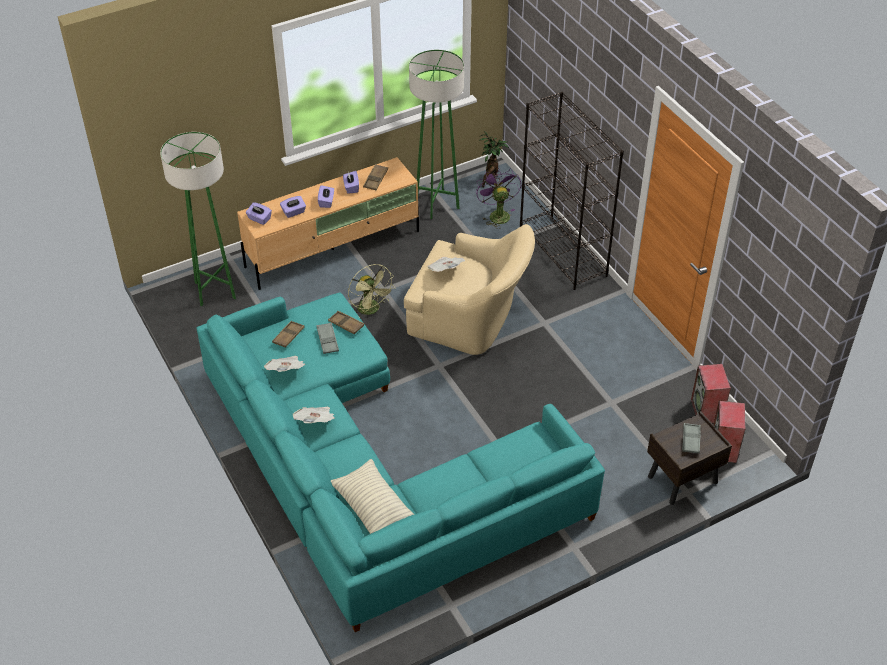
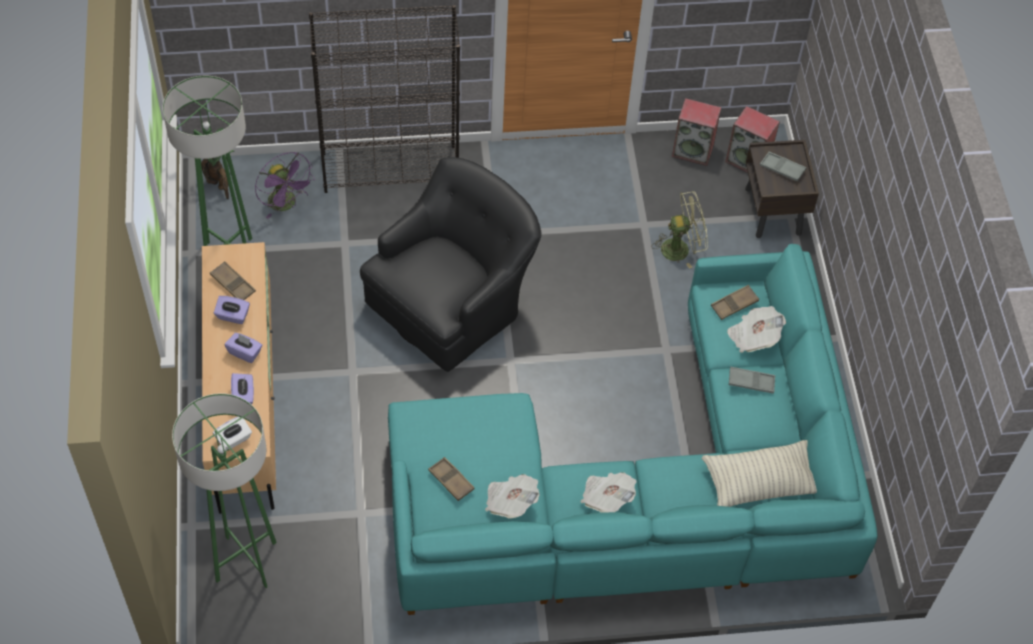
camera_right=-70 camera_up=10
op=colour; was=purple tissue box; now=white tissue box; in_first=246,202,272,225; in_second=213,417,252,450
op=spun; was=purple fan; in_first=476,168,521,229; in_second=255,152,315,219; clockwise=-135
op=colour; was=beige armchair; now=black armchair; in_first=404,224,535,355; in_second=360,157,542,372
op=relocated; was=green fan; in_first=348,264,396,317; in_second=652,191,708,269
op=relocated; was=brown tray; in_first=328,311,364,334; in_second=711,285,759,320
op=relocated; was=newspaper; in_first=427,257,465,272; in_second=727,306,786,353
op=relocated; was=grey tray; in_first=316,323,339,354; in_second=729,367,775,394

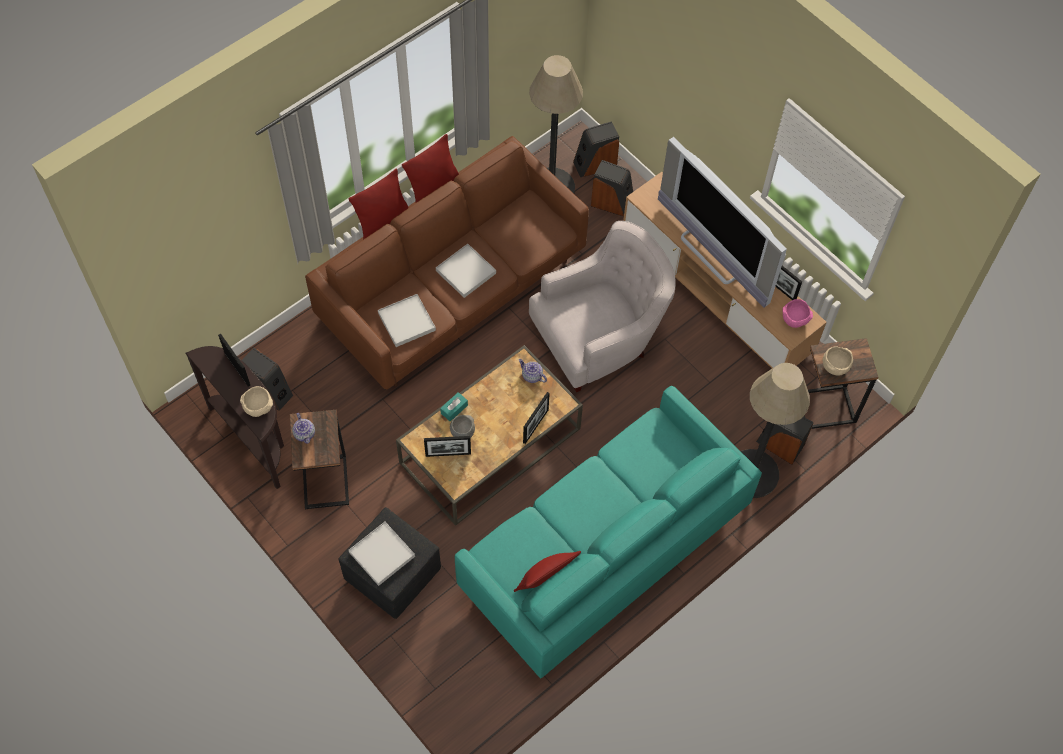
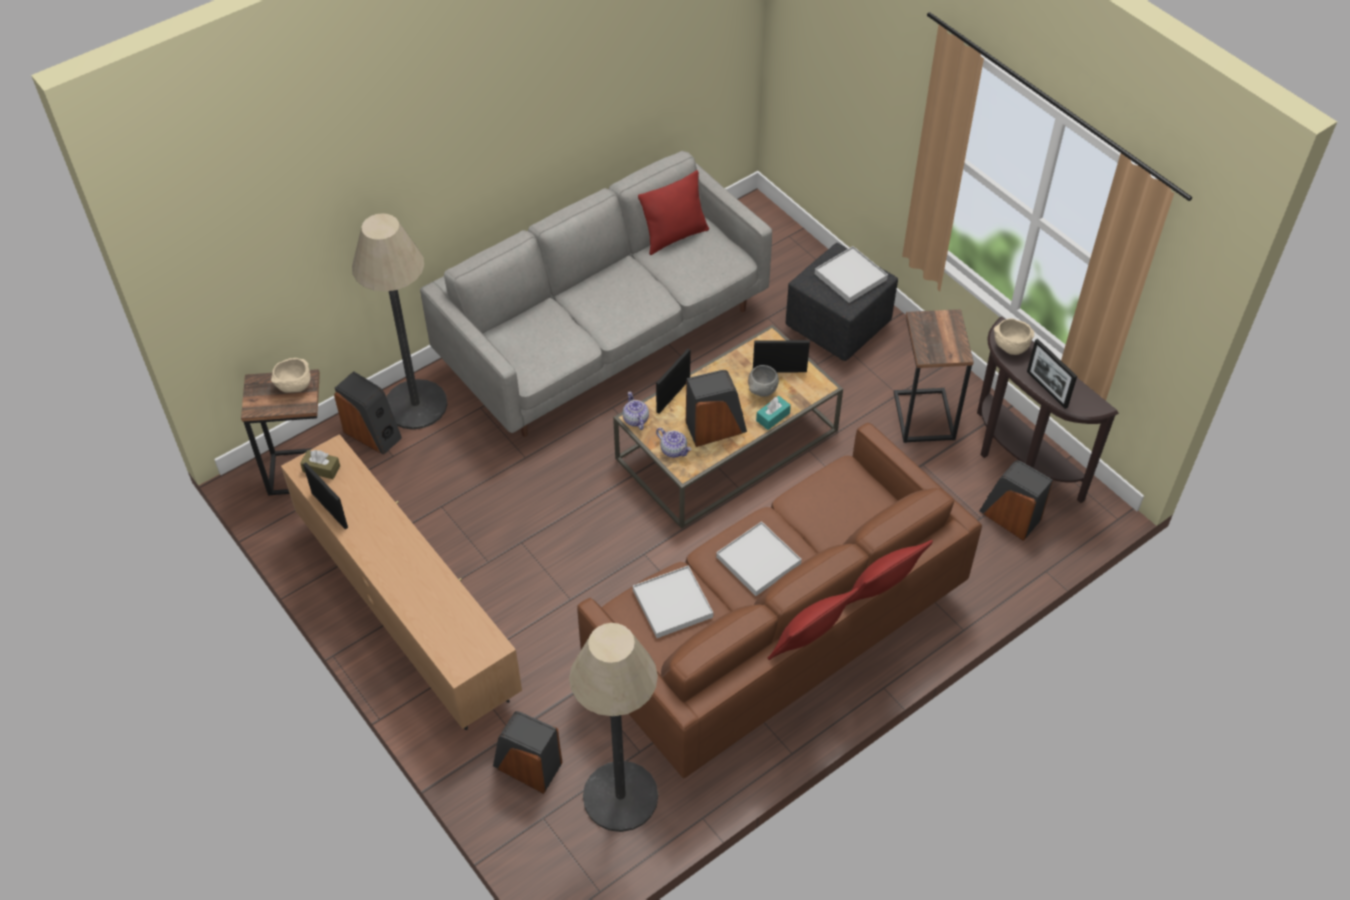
camera_right=-175 camera_up=-10
op=exchanged; was=pink bowl; now=brown tissue box; in_first=783,299,813,328; in_second=300,450,340,479
op=colour; was=turquoise sofa; now=grey sofa; in_first=455,386,762,678; in_second=420,151,772,437
op=relocated; was=teapot; in_first=292,413,315,444; in_second=623,392,649,430
op=relocated; was=white tray; in_first=378,294,436,347; in_second=633,565,713,638
op=relocated; was=speaker; in_first=573,121,619,177; in_second=686,370,747,447
op=missing; was=white armchair; in_first=529,221,675,392
op=missing; was=television; in_first=658,137,787,307

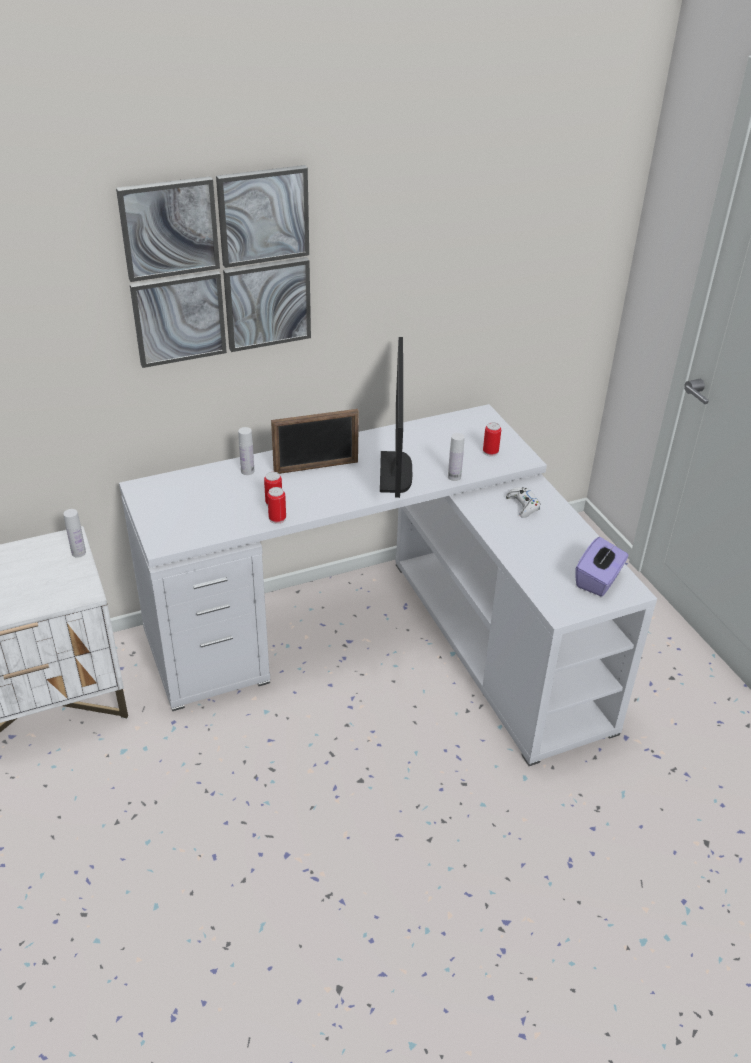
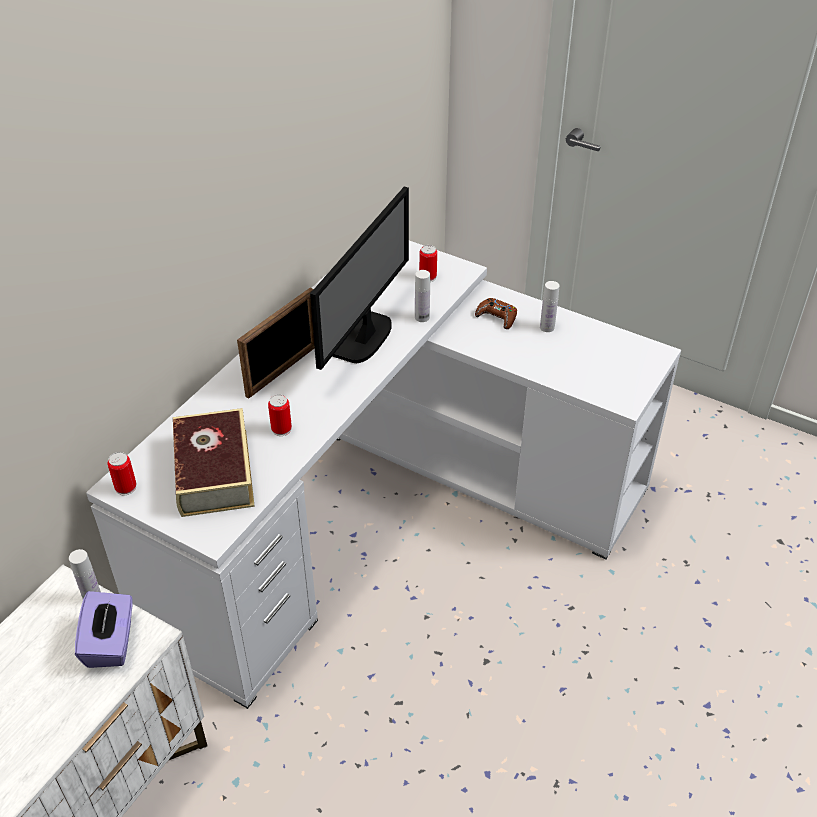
camera_right=-35 camera_up=5
op=relocated; was=purple tissue box; in_first=575,537,629,597; in_second=75,591,132,668
op=relocated; was=can; in_first=267,487,286,524; in_second=108,452,136,495
op=appeared; now=book; in_second=173,408,255,517
op=spun; was=monitor; in_first=380,337,412,498; in_second=310,187,409,370; clockwise=60
op=colour; was=white game controller; now=brown game controller; in_first=506,487,540,518; in_second=475,298,517,329
op=relocated; was=white bottle; in_first=238,427,254,475; in_second=540,281,559,332
op=missing; was=picture; in_first=116,165,311,368

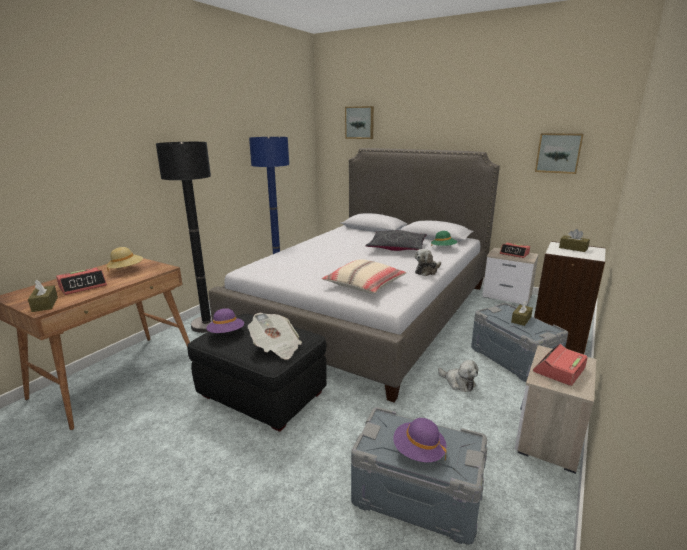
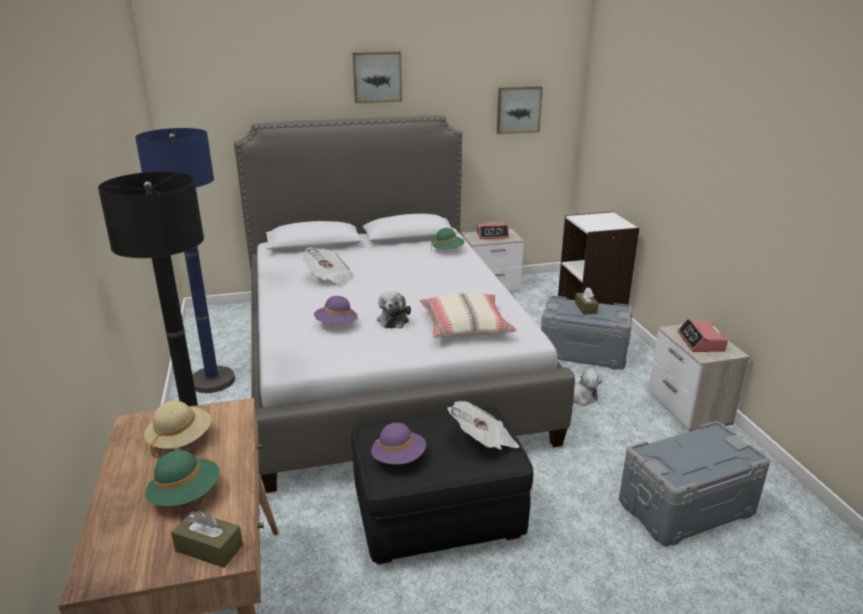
camera_right=-45 camera_up=5
op=exchanged; was=alarm clock; now=green hat; in_first=56,267,107,295; in_second=145,450,219,506
op=appeared; now=newspaper; in_second=303,248,353,286
op=relocated; was=purple hat; in_first=393,418,447,462; in_second=314,296,358,324
op=relocated; was=picture; in_first=345,106,374,139; in_second=353,52,402,103
op=relocated; was=plush toy; in_first=415,249,441,276; in_second=377,291,411,328
op=missing; was=grey pillow; in_first=366,230,427,251
op=missing; was=brown tissue box; in_first=559,229,590,252

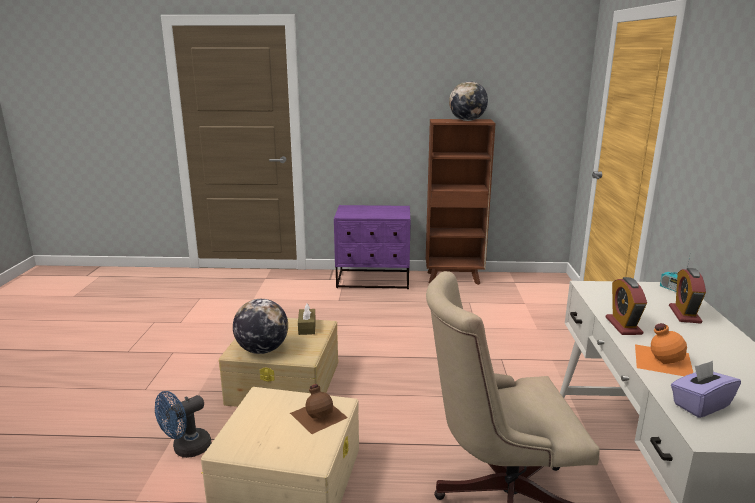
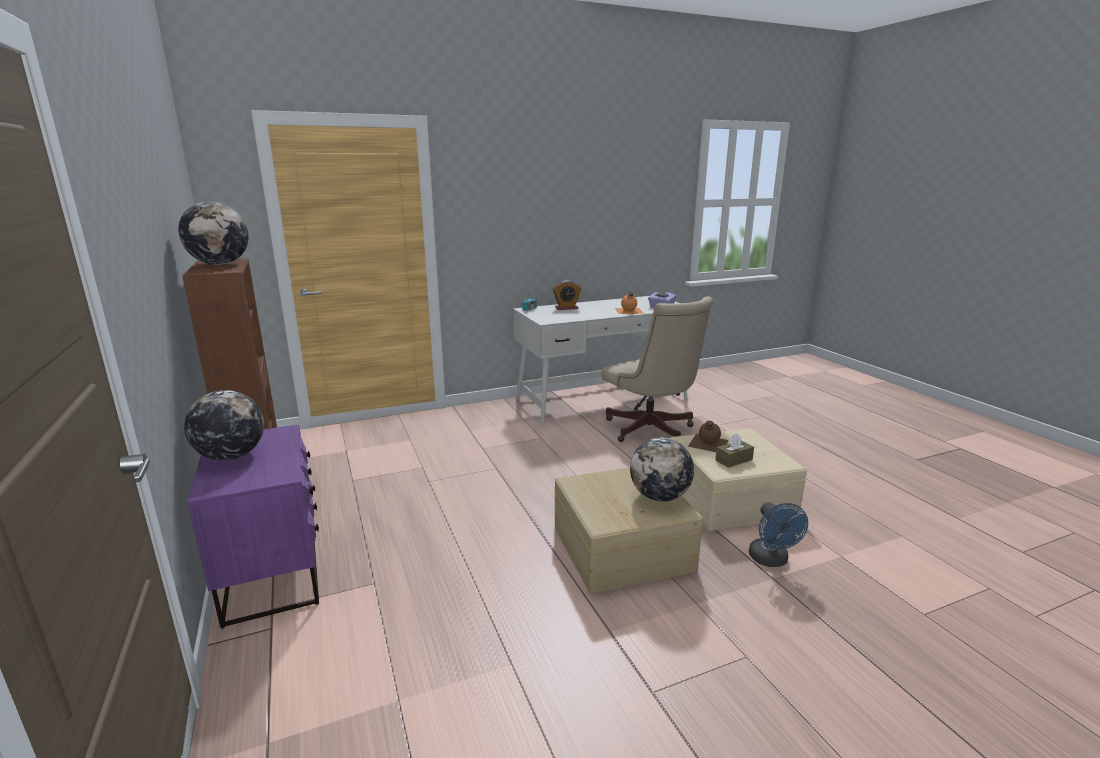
camera_right=-115 camera_up=0
op=appeared; now=globe; in_second=184,390,264,461
op=relocated; was=brown tissue box; in_first=298,303,316,335; in_second=715,433,754,468
op=spun; was=blue fan; in_first=155,391,211,458; in_second=749,502,808,567; clockwise=60
op=missing; was=alarm clock; in_first=606,277,647,335

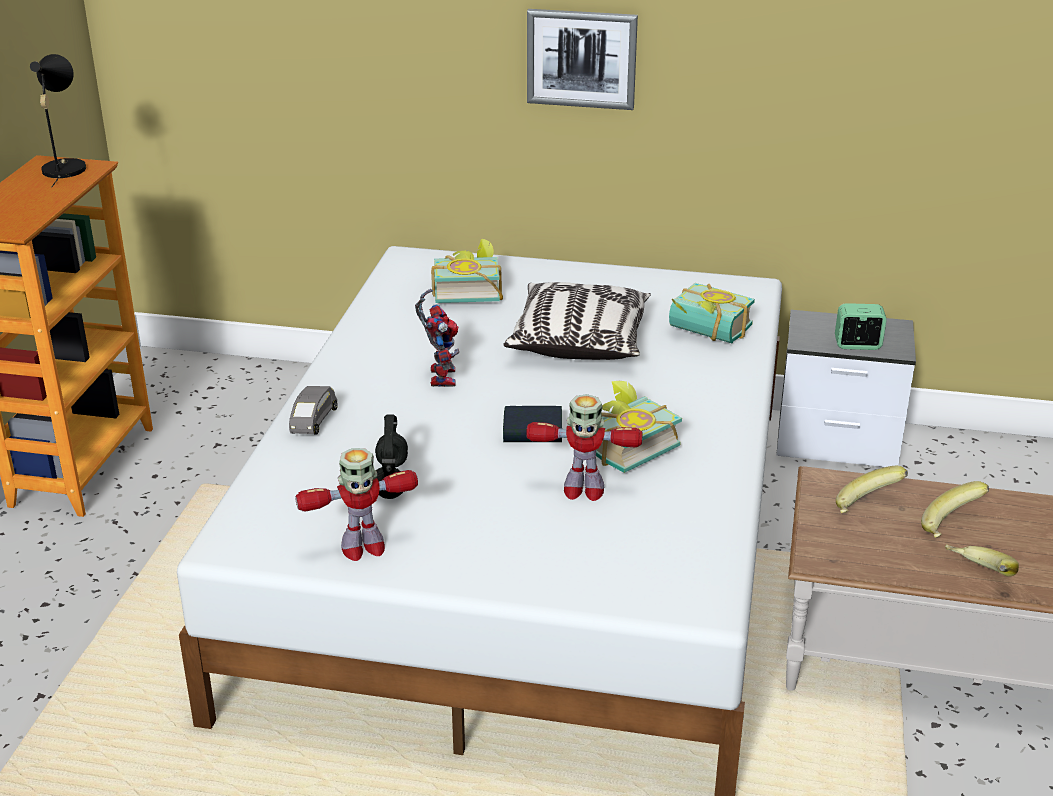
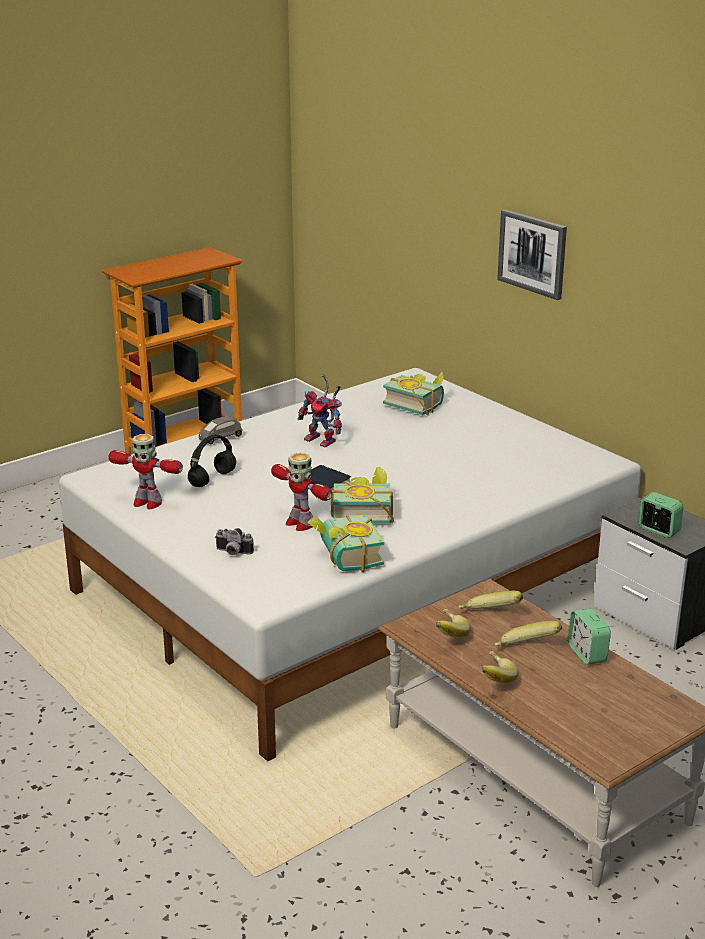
camera_right=40 camera_up=-5
op=appeared; now=photo camera; in_second=215,528,254,555
op=spun; was=toy robot; in_first=415,289,459,387; in_second=298,374,342,447; clockwise=90
op=relocated; was=book; in_first=669,283,755,343; in_second=307,514,384,572
op=appeared; now=banana; in_second=435,609,471,638
op=appeared; now=alarm clock; in_second=568,608,611,665
op=missing; was=black table lamp; in_first=30,54,86,187
op=missing; was=pillow; in_first=503,282,651,360

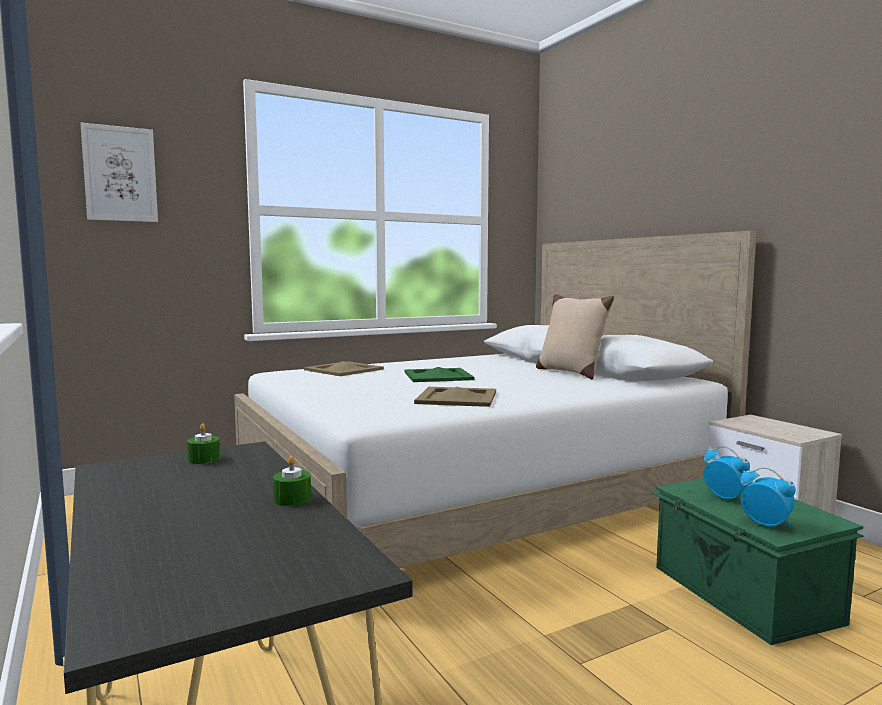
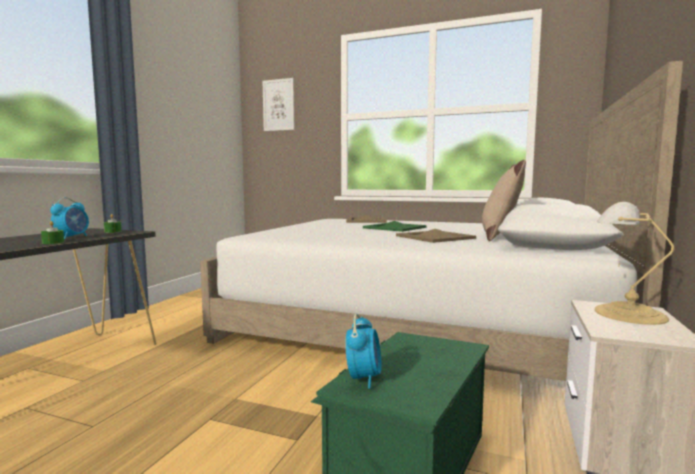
camera_right=50 camera_up=0
op=relocated; was=alarm clock; in_first=704,446,751,499; in_second=50,197,89,239
op=relocated; was=beige tray; in_first=414,387,496,407; in_second=396,229,476,243
op=appeared; now=table lamp; in_second=595,202,674,325

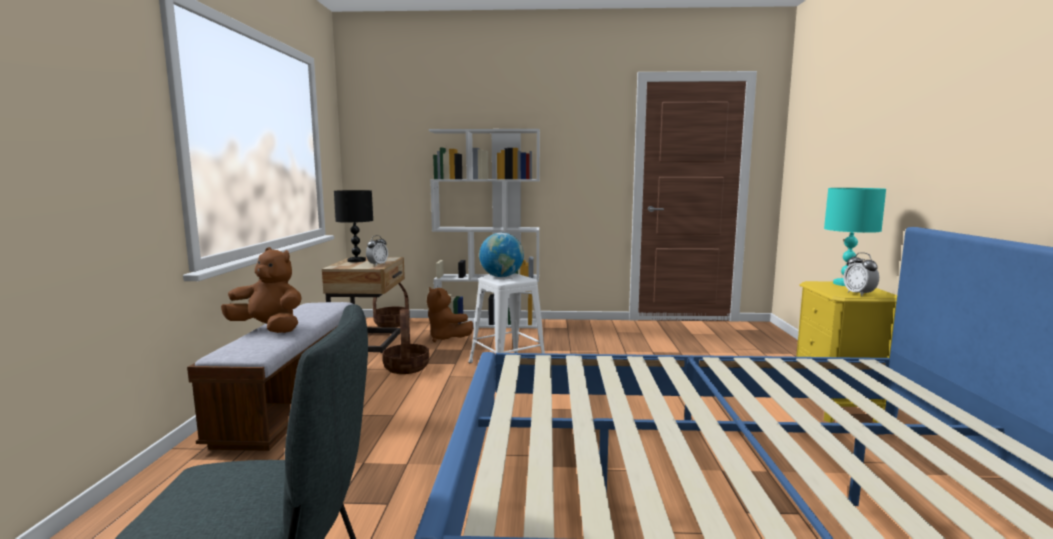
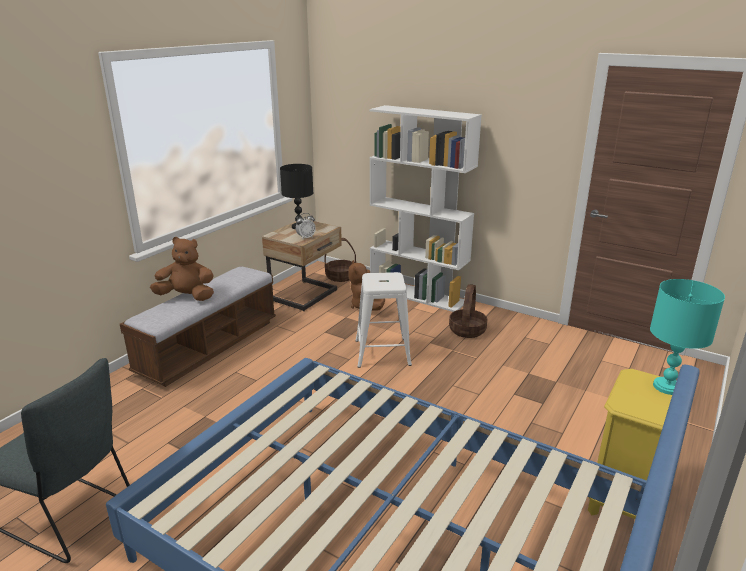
camera_right=30 camera_up=15
op=spun; was=brown plush toy; in_first=221,247,302,333; in_second=150,237,214,301; clockwise=-45
op=relocated; was=basket; in_first=383,309,429,374; in_second=449,284,487,338
op=missing; was=globe; in_first=479,233,524,277
op=missing; was=alarm clock; in_first=843,252,879,296

